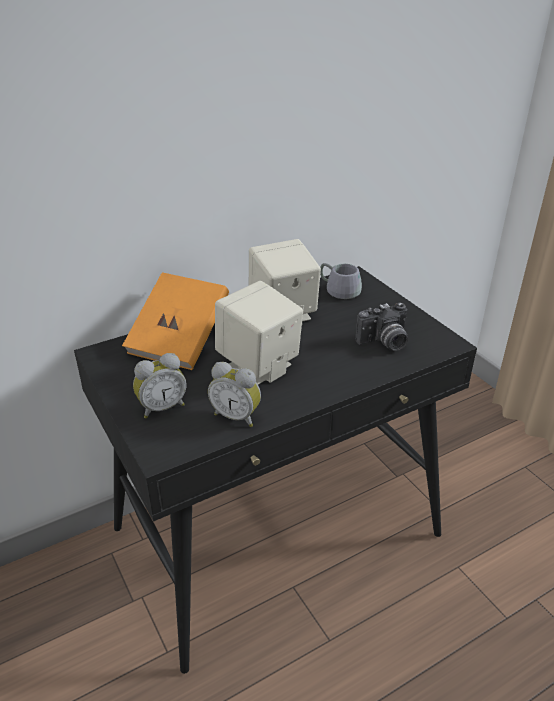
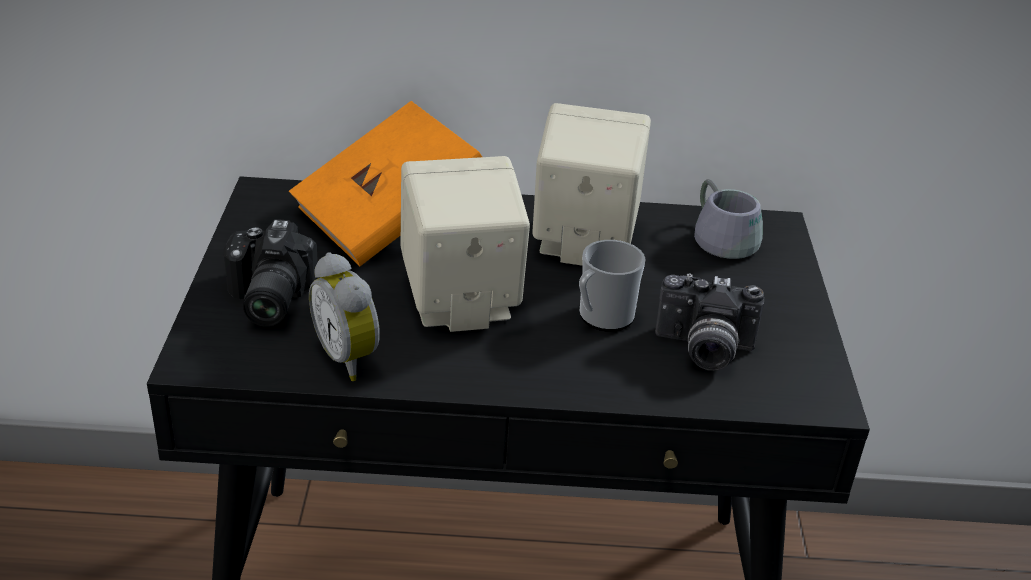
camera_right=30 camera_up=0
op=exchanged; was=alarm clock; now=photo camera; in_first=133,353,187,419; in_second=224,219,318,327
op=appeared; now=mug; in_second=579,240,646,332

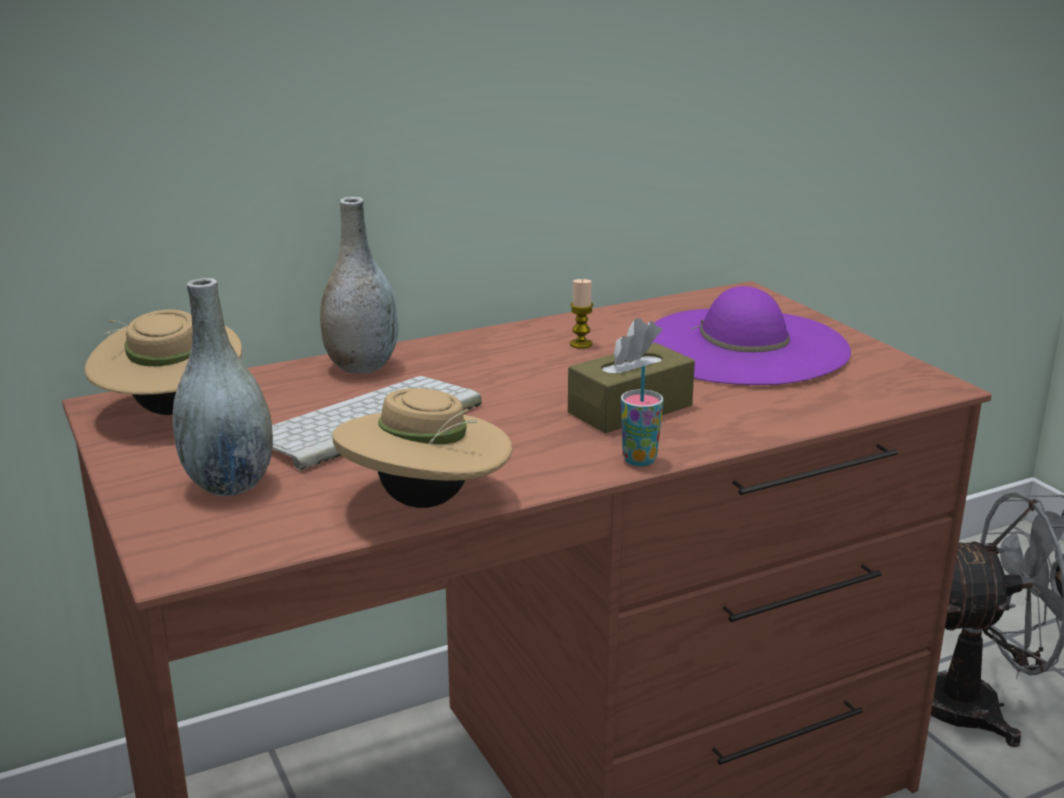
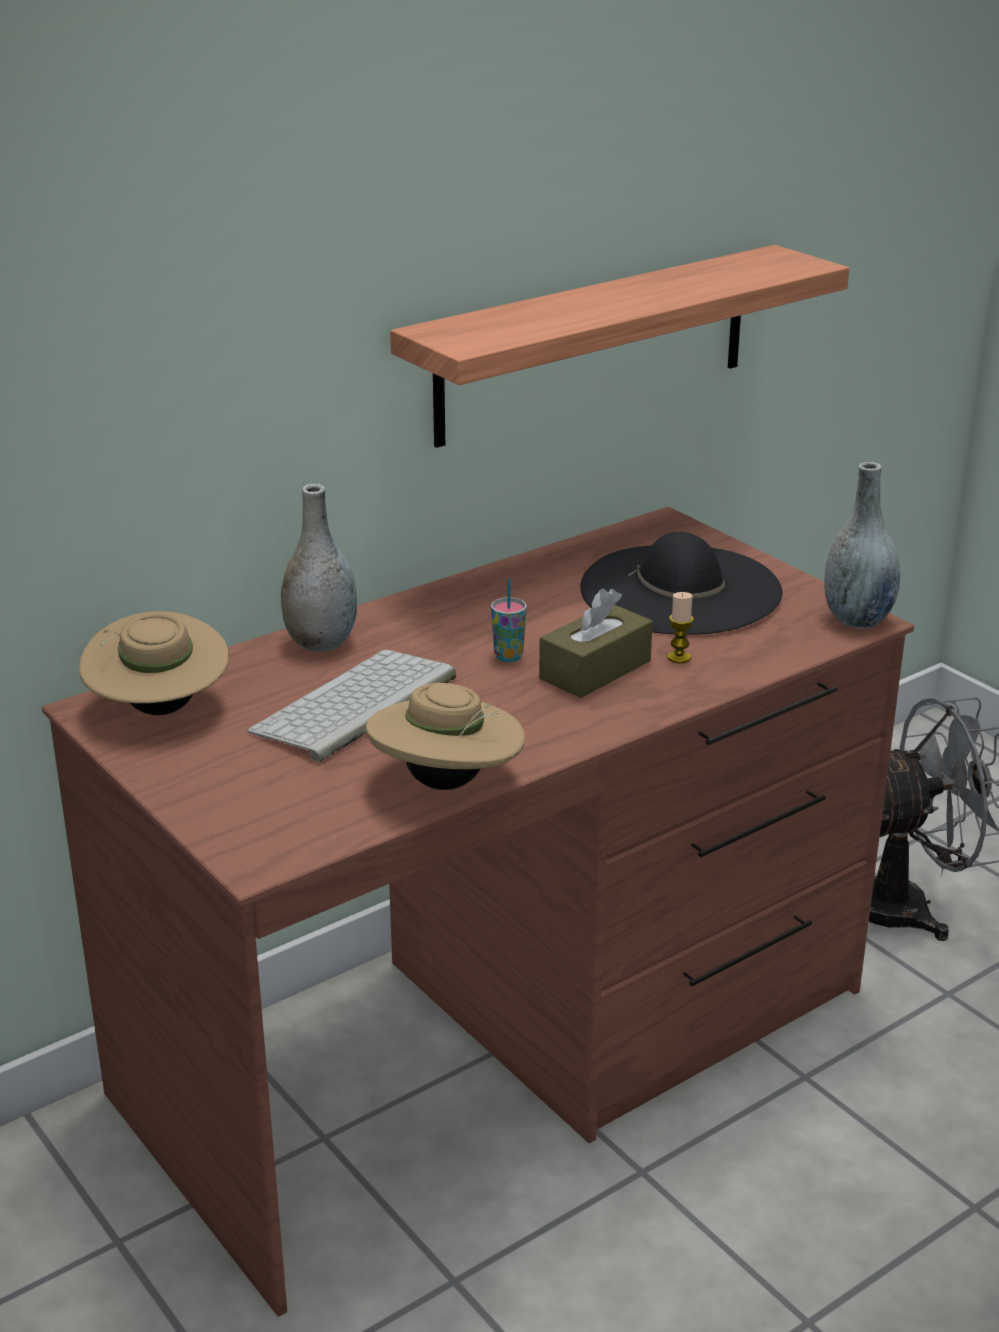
camera_right=-10 camera_up=5
op=appeared; now=shelf; in_second=390,245,849,448
op=relocated; was=cup; in_first=621,365,663,466; in_second=491,579,527,662
op=colour; was=purple hat; now=black hat; in_first=652,286,851,385; in_second=580,532,783,635
op=relocated; was=candle; in_first=570,279,593,349; in_second=667,592,694,663
op=relocated; was=grey vase; in_first=173,278,273,496; in_second=824,462,900,629

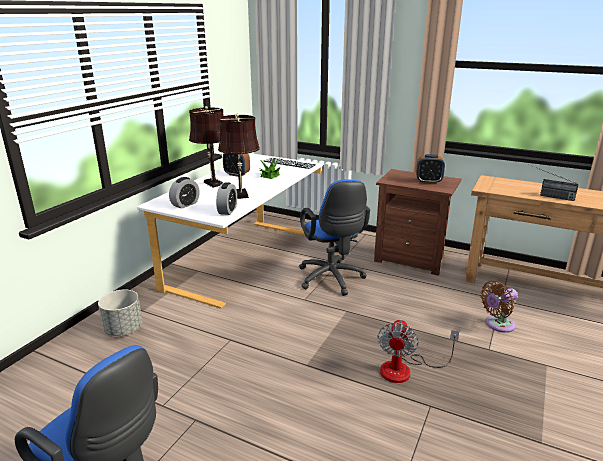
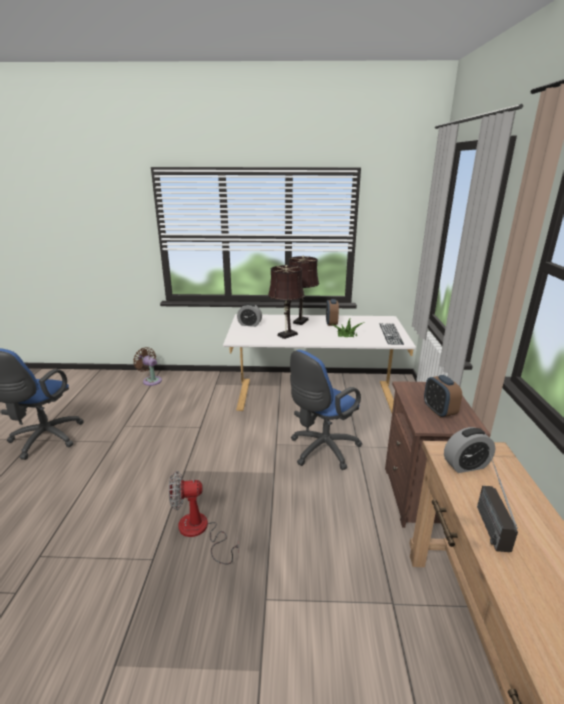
camera_right=65 camera_up=0
op=relocated; was=brown fan; in_first=481,281,518,333; in_second=133,347,162,386
op=relocated; was=alarm clock; in_first=216,182,237,215; in_second=444,427,495,473
op=missing; was=grey planter; in_first=98,290,142,336

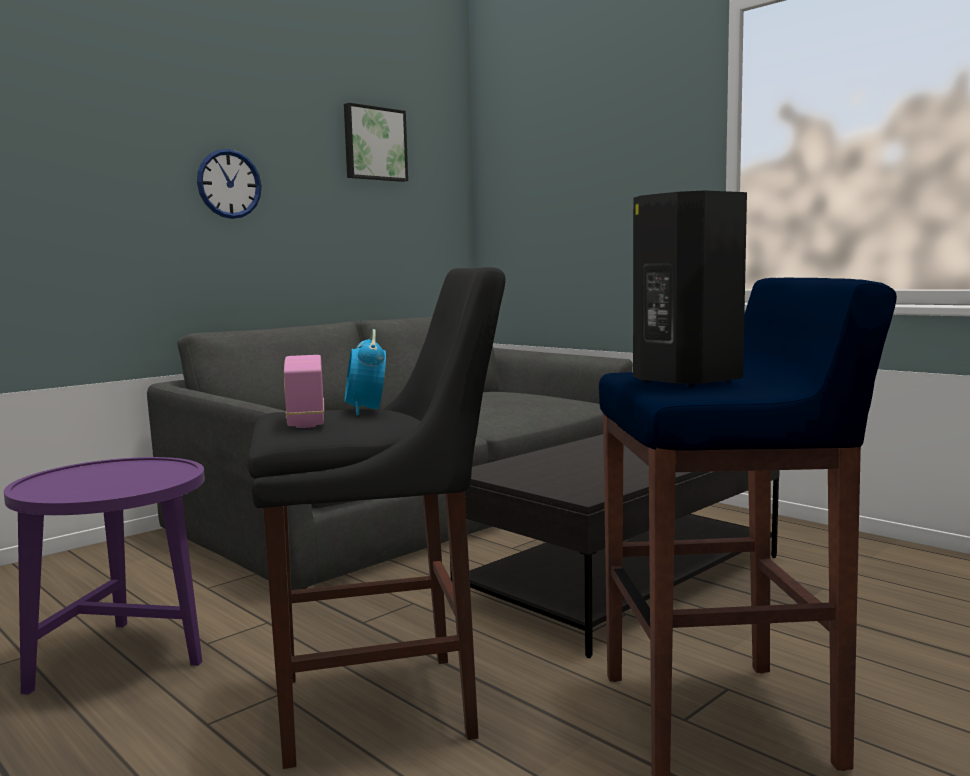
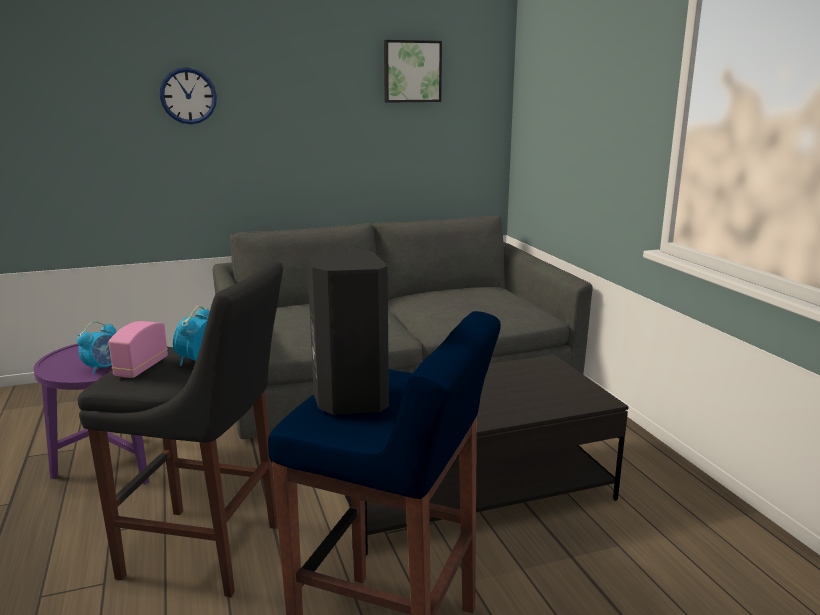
camera_right=25 camera_up=10
op=appeared; now=alarm clock; in_second=77,321,117,375
op=relocated; was=wall clock; in_first=197,149,261,219; in_second=160,67,217,124

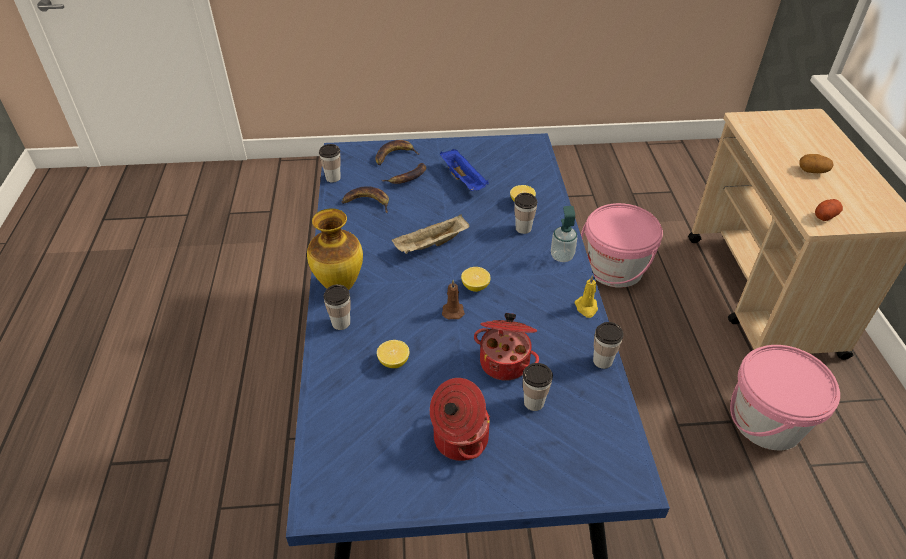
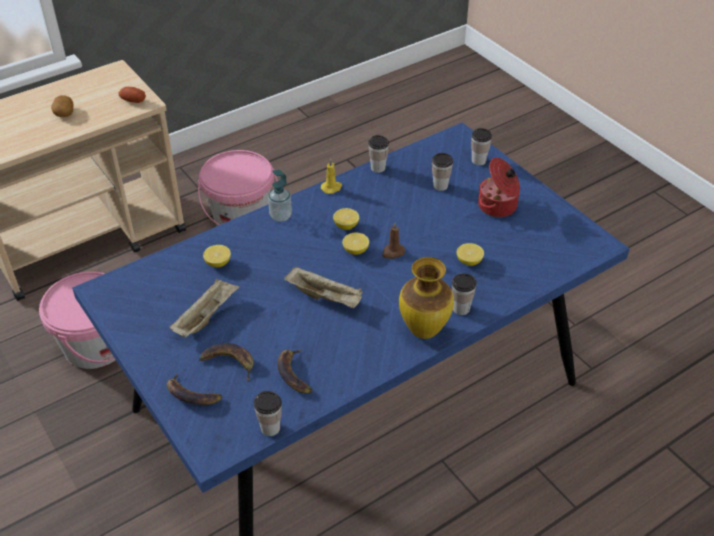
camera_right=-120 camera_up=0
op=colour; was=blue tray; now=beige tray; in_first=440,149,489,191; in_second=170,279,239,338
op=appeared; now=lemon; in_second=333,208,359,230
op=relocated; was=cup; in_first=514,193,537,234; in_second=471,128,492,165
op=missing; was=cooking pot; in_first=474,313,539,381

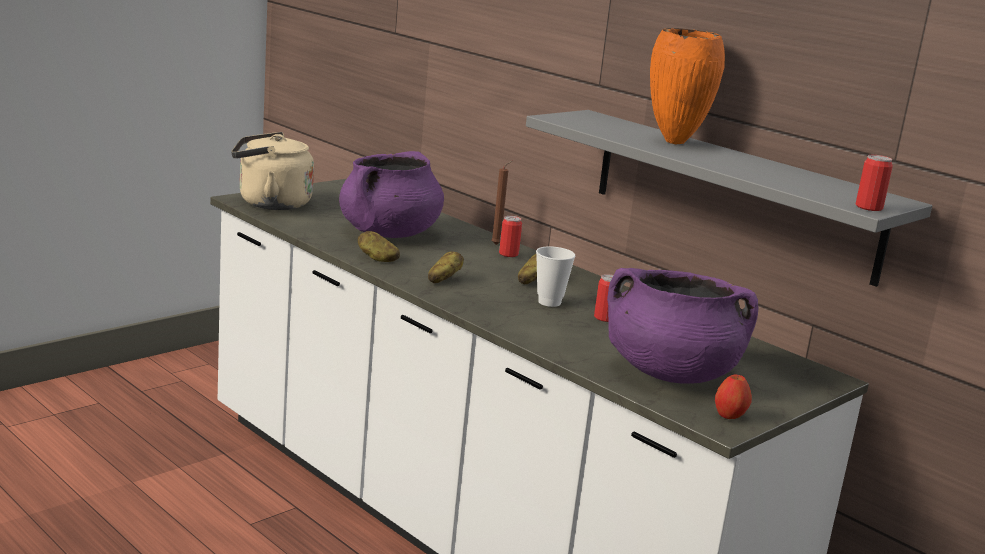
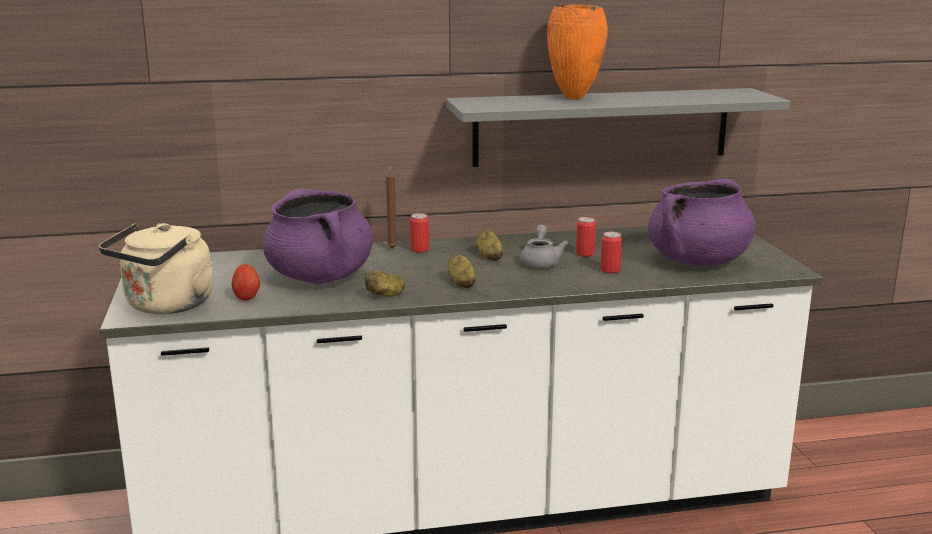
camera_right=-55 camera_up=0
op=relocated; was=apple; in_first=715,374,752,419; in_second=232,263,260,300
op=exchanged; was=cup; now=grey teapot; in_first=536,246,575,307; in_second=520,225,568,268
op=relocated; was=can; in_first=856,155,893,211; in_second=600,232,622,273

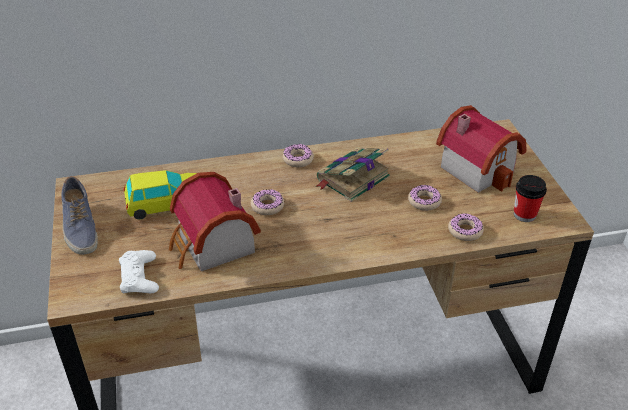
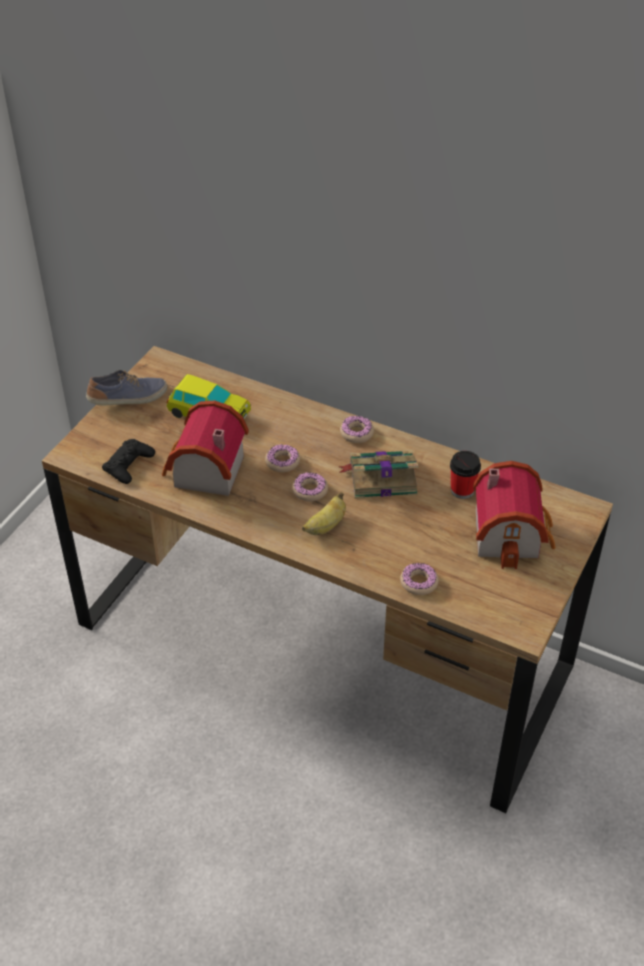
camera_right=40 camera_up=5
op=spun; was=shoe; in_first=61,176,98,255; in_second=86,370,167,406; clockwise=-135
op=colour; was=white game controller; now=black game controller; in_first=119,250,159,294; in_second=102,439,155,484
op=relocated; was=donut; in_first=408,185,442,211; in_second=292,472,328,502
op=appeared; now=banana; in_second=302,492,346,535
op=relocated; was=cup; in_first=514,175,547,222; in_second=450,451,481,499

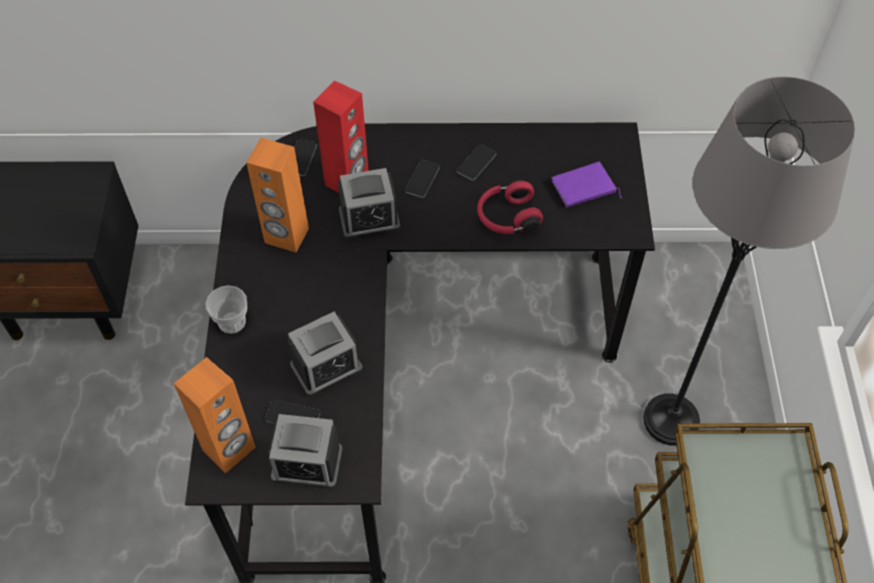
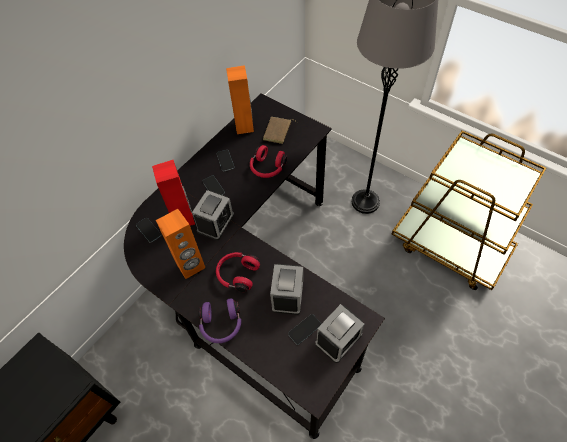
camera_right=-50 camera_up=0
op=exchanged; was=cup; now=purple headphones; in_first=205,285,247,334; in_second=199,298,241,343
op=appeared; now=red headphones; in_second=216,252,260,292
op=relocated; was=orange speaker; in_first=174,357,255,473; in_second=226,65,254,134
op=colour; was=purple book; now=brown book; in_first=552,162,622,208; in_second=263,117,297,144

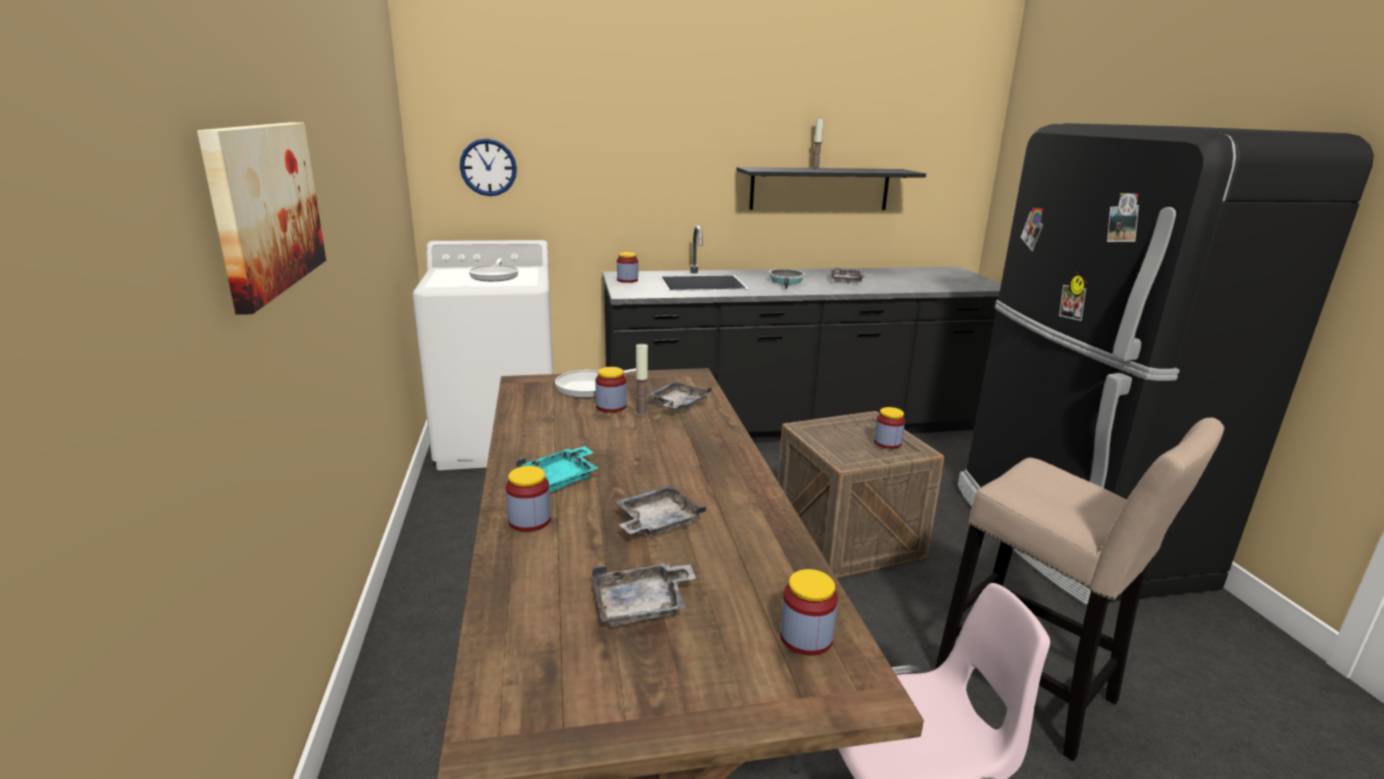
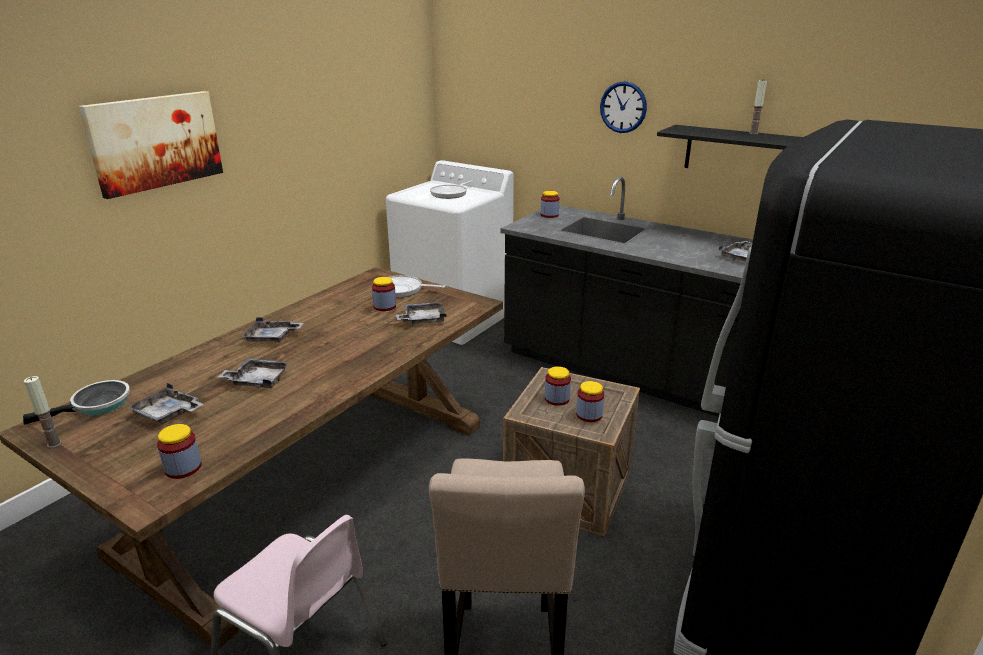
camera_right=45 camera_up=5
op=relocated; was=frying pan; in_first=769,269,805,289; in_second=23,380,130,425
op=relocated; was=candle; in_first=635,344,648,416; in_second=24,376,62,448
op=colour; was=turquoise tray; now=grey tray; in_first=516,446,598,492; in_second=242,317,303,342
op=relocated; was=jar; in_first=506,466,551,532; in_second=545,366,571,406
op=relocated; was=wall clock; in_first=460,138,517,196; in_second=600,81,647,133

